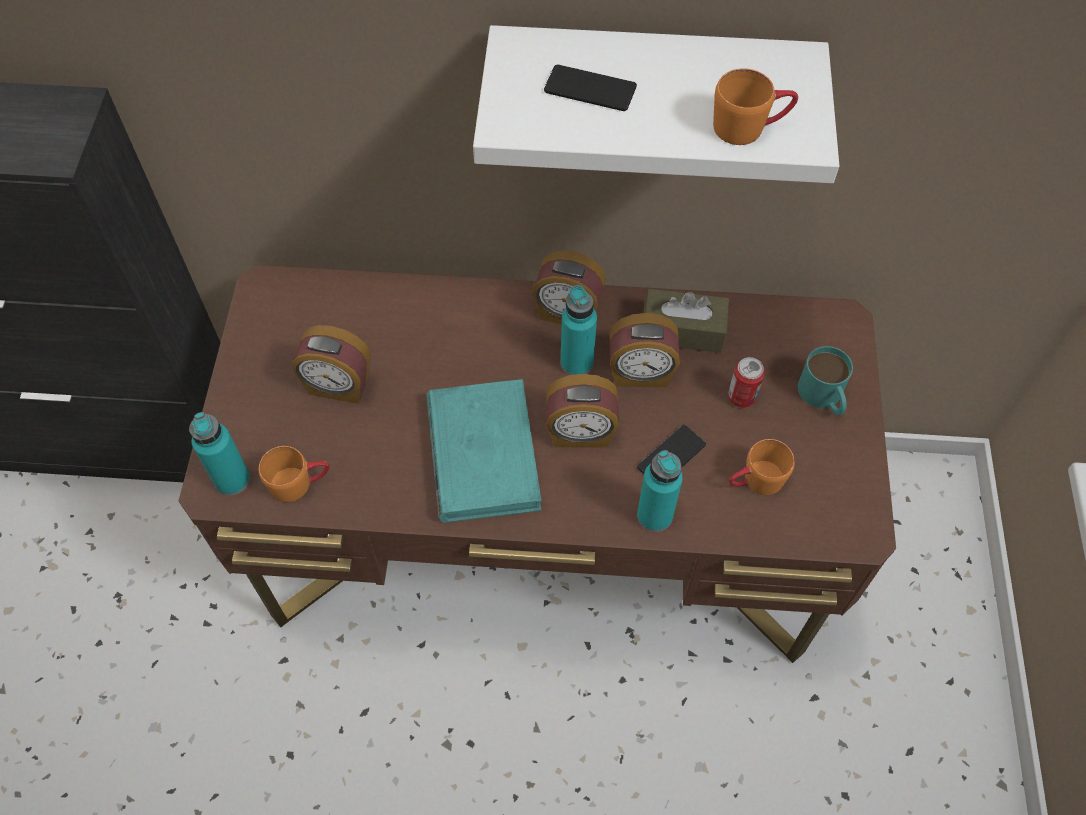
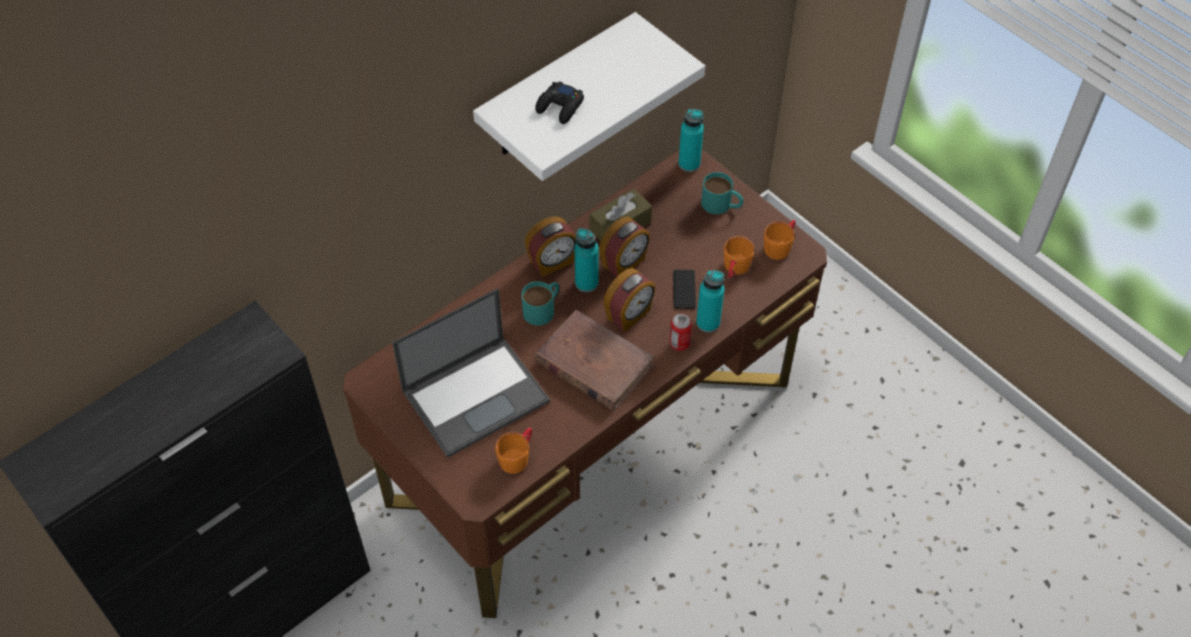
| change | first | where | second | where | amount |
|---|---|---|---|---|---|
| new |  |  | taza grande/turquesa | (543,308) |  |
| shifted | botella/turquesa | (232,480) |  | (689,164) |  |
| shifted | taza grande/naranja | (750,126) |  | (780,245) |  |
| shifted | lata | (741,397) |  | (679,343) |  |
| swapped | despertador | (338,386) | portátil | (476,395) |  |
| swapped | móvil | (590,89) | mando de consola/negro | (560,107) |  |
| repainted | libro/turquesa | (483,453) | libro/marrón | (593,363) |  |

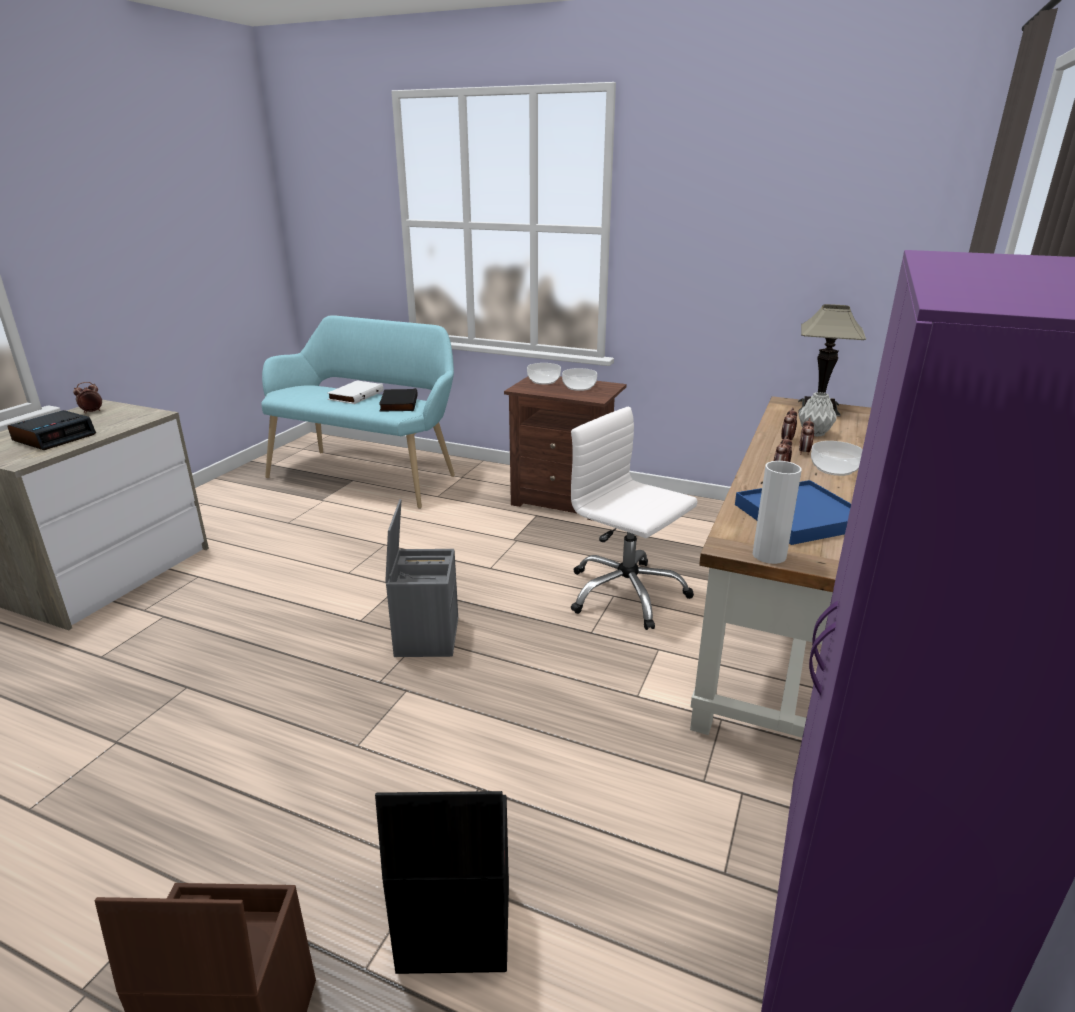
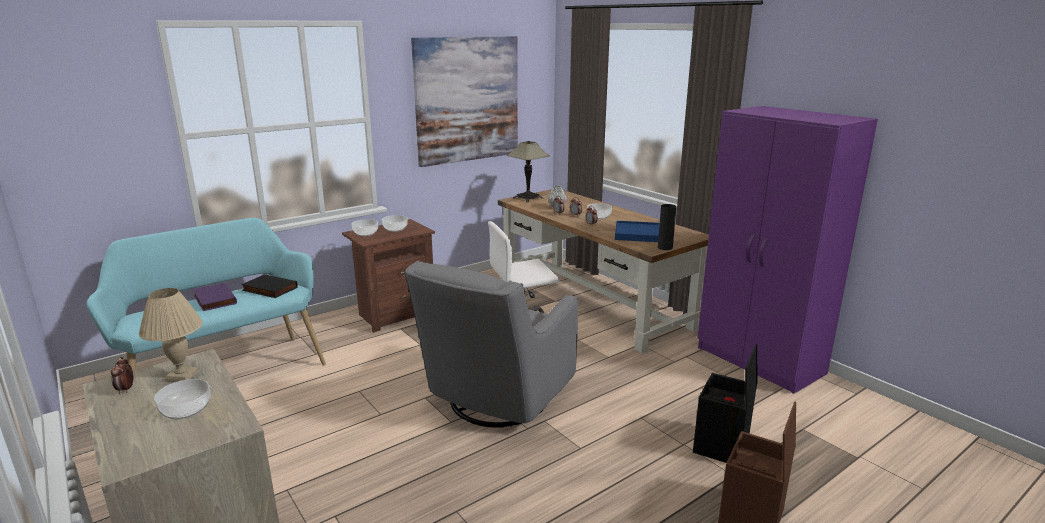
| change | first | where | second | where | amount |
|---|---|---|---|---|---|
| new |  |  | lámpara de mesa/beis | (182,376) |  |
| new |  |  | cuadro | (467,100) |  |
| swapped | despertador | (55,437) | cuenco | (185,409) |  |
| swapped | caja de almacenaje/gris | (426,635) | sillón/gris | (495,401) |  |
| repainted | libro/blanco | (355,395) | libro/morado | (213,300) |  |
| repainted | florero/blanco | (769,555) | florero/negro | (665,247) |  |

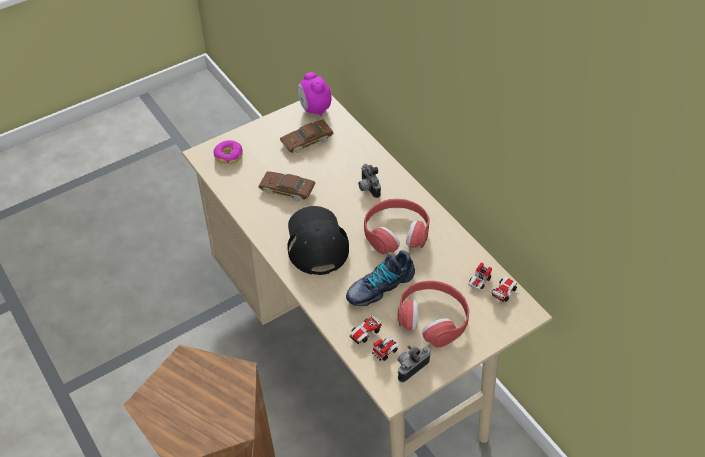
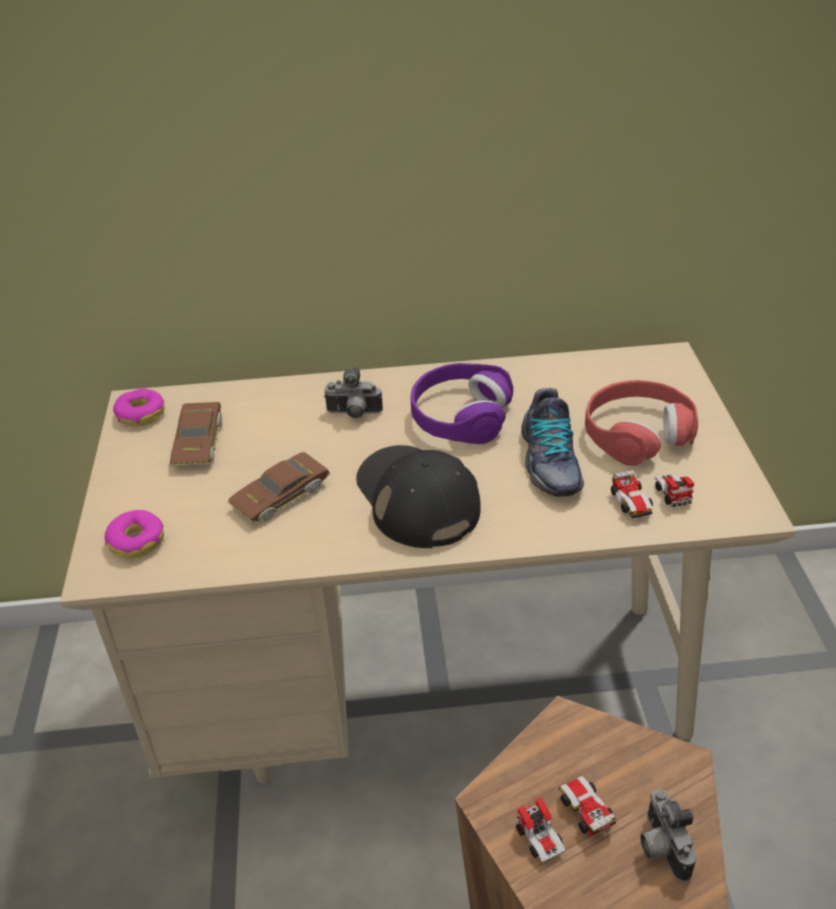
| change | first | where | second | where | amount |
|---|---|---|---|---|---|
| shifted | cámara | (410,367) |  | (660,847) |  |
| shifted | coche de juguete | (492,287) |  | (563,824) |  |
| swapped | despertador | (314,109) | rosquilla | (141,414) |  |
| repainted | auriculares/rojo | (396,232) | auriculares/morado | (460,415) |  |
| rotated | gorra/negro | (316,241) |  | (416,498) | 45 degrees clockwise |

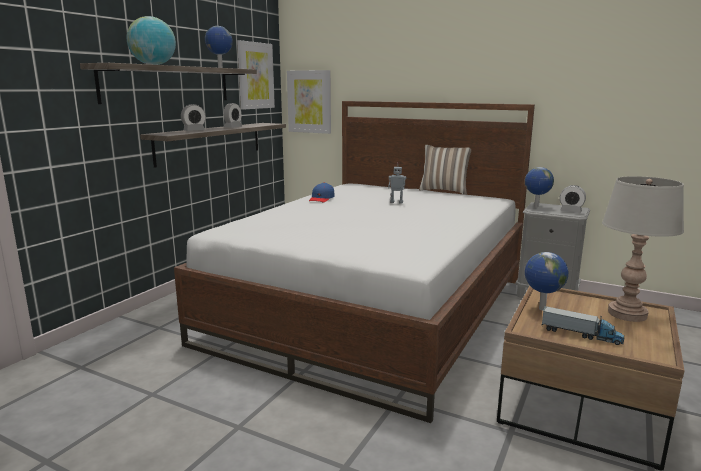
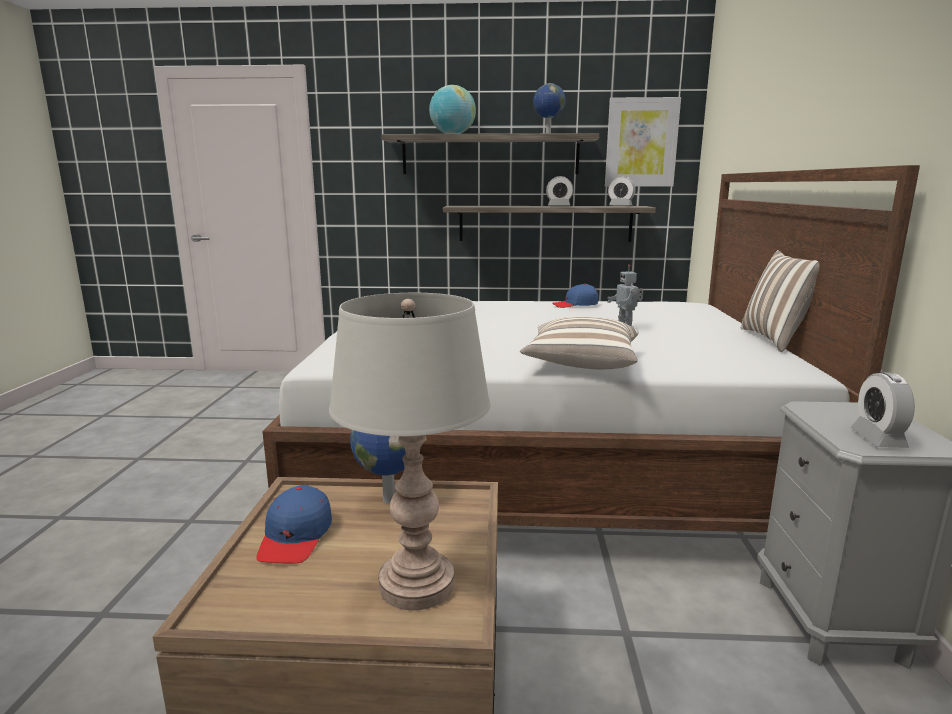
| change | first | where | second | where | amount |
|---|---|---|---|---|---|
| gone | cuadro | (309,101) |  |  |  |
| gone | globo terráqueo | (536,207) |  |  |  |
| new |  |  | cojín | (581,363) |  |
| shifted | despertador | (194,131) |  | (620,206) |  |
| swapped | camión de juguete | (581,334) | gorra/azul | (296,537) |  |

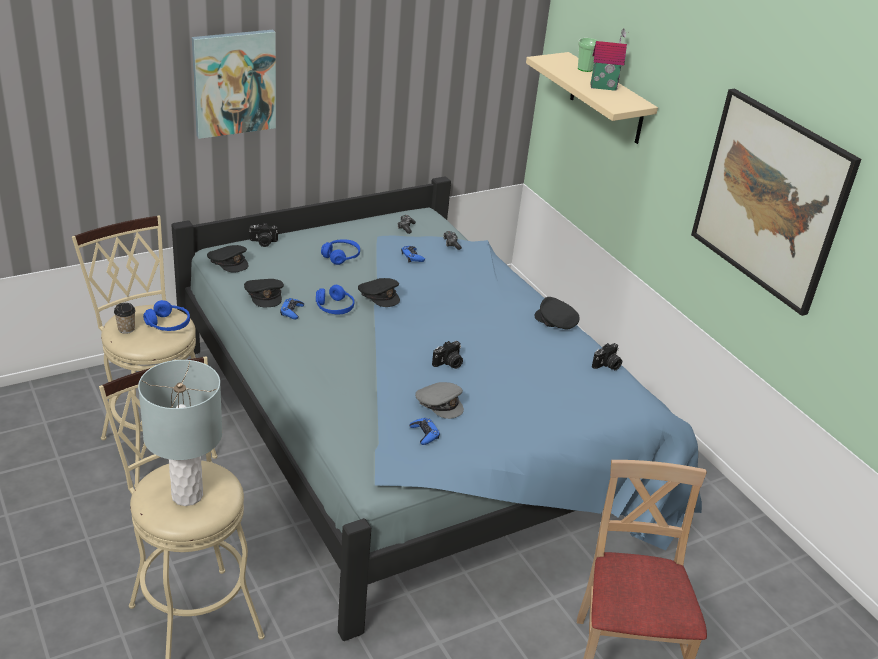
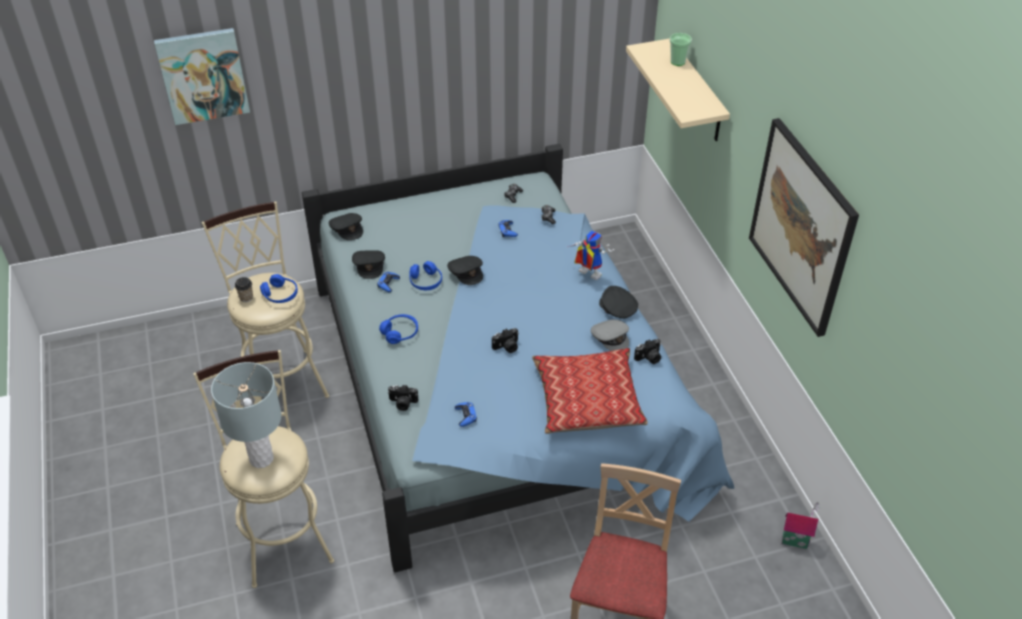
| change | first | where | second | where | amount |
|---|---|---|---|---|---|
| new |  |  | cojín | (588,399) |  |
| new |  |  | robot de juguete | (586,274) |  |
| shifted | cuadro | (234,83) |  | (203,75) |  |
| shifted | cámara | (263,242) |  | (402,403) |  |
| shifted | auriculares/azul | (341,256) |  | (400,333) |  |
| shifted | gorra/gris | (440,403) |  | (610,337) |  |
| shifted | casita | (603,86) |  | (795,540) |  |

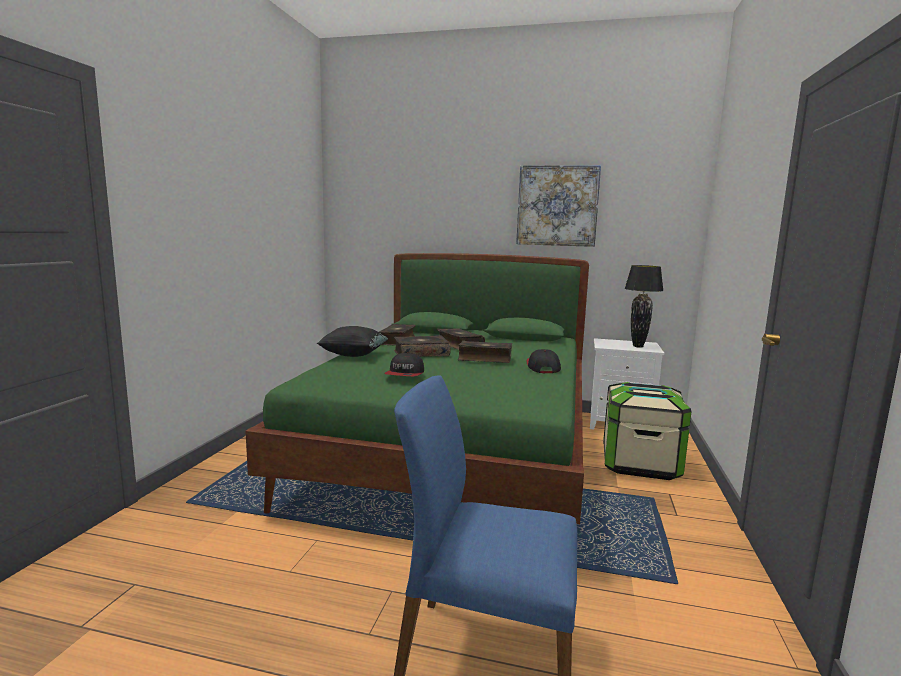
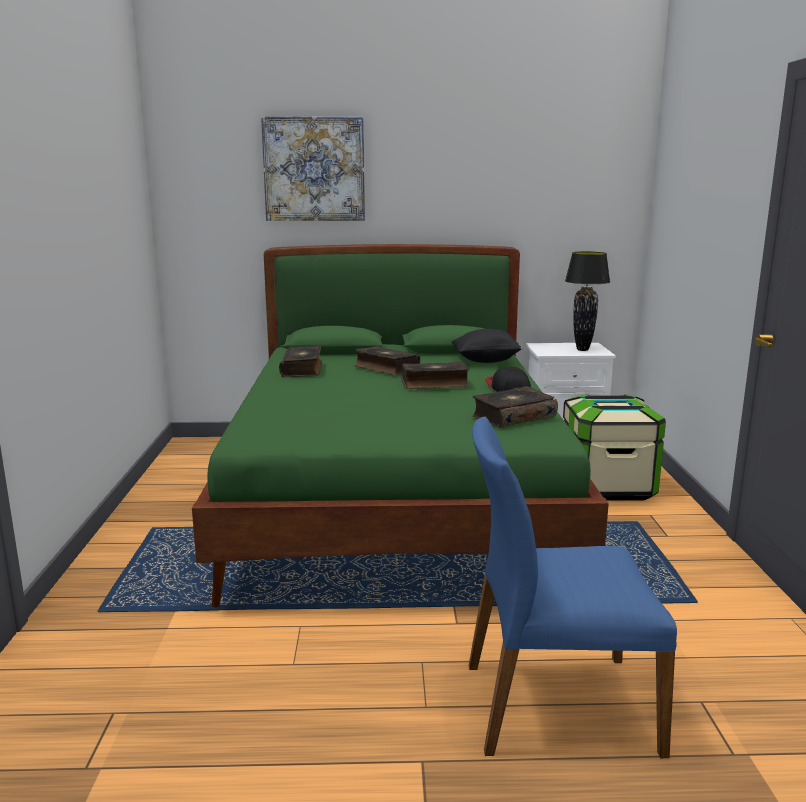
| change | first | where | second | where | amount |
|---|---|---|---|---|---|
| gone | gorra | (405,374) |  |  |  |
| shifted | cojín/negro | (353,355) |  | (486,361) |  |
| shifted | libro | (421,353) |  | (512,417) |  |
| shifted | cuadro | (557,206) |  | (314,169) |  |

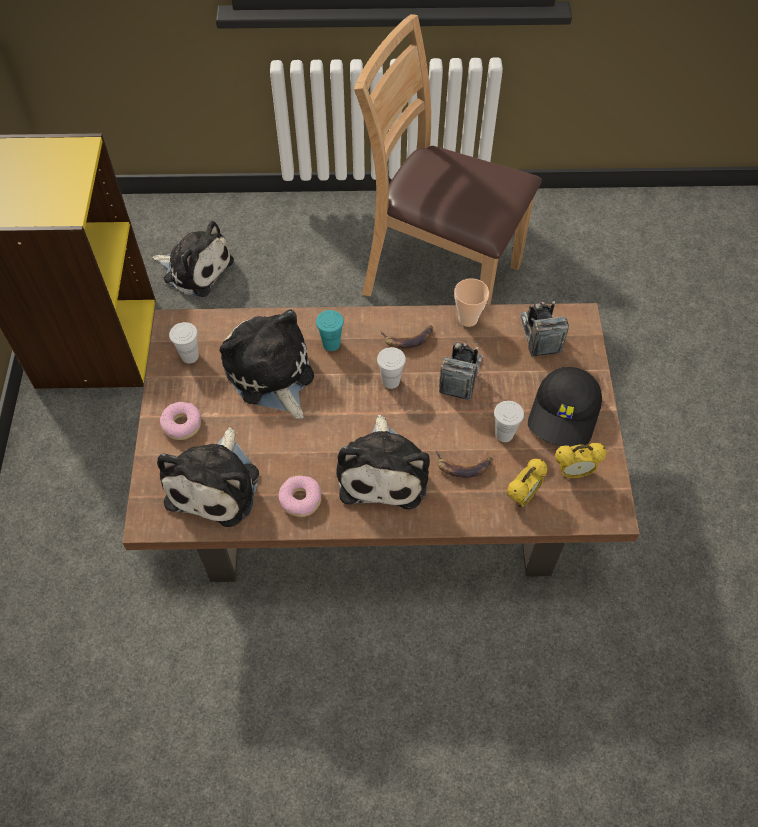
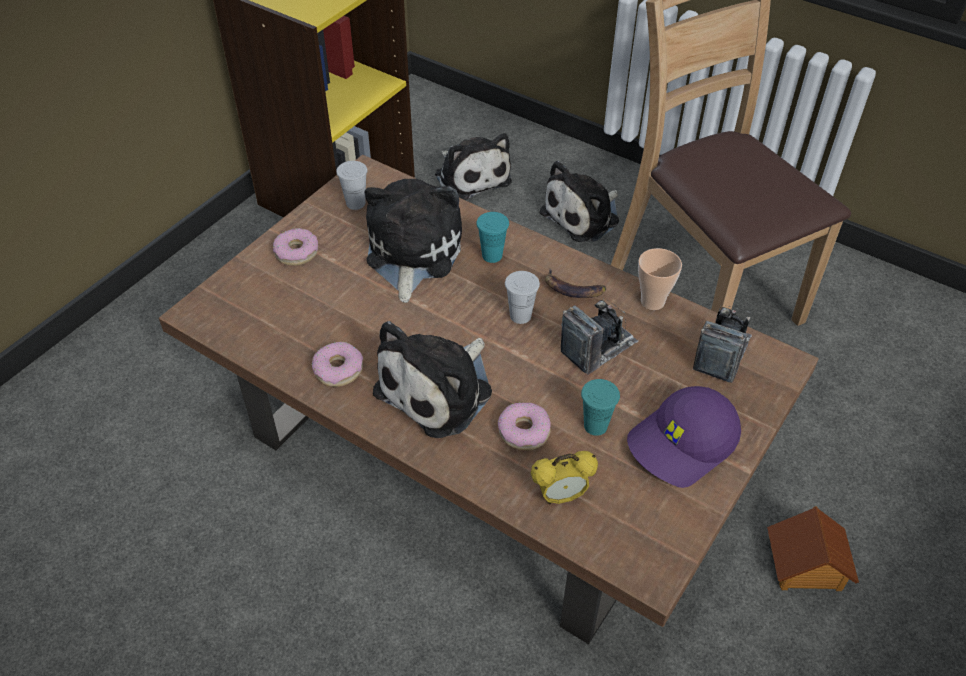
| change | first | where | second | where | amount |
|---|---|---|---|---|---|
| gone | despertador | (573,472) |  |  |  |
| new |  |  | casita | (806,565) |  |
| shifted | peluche | (216,483) |  | (584,216) |  |
| swapped | plátano | (463,466) | rosquilla | (524,431) |  |
| repainted | taza/blanco | (504,434) | taza/turquesa | (595,426) |  |
| repainted | gorra/negro | (565,414) | gorra/morado | (682,445) |  |

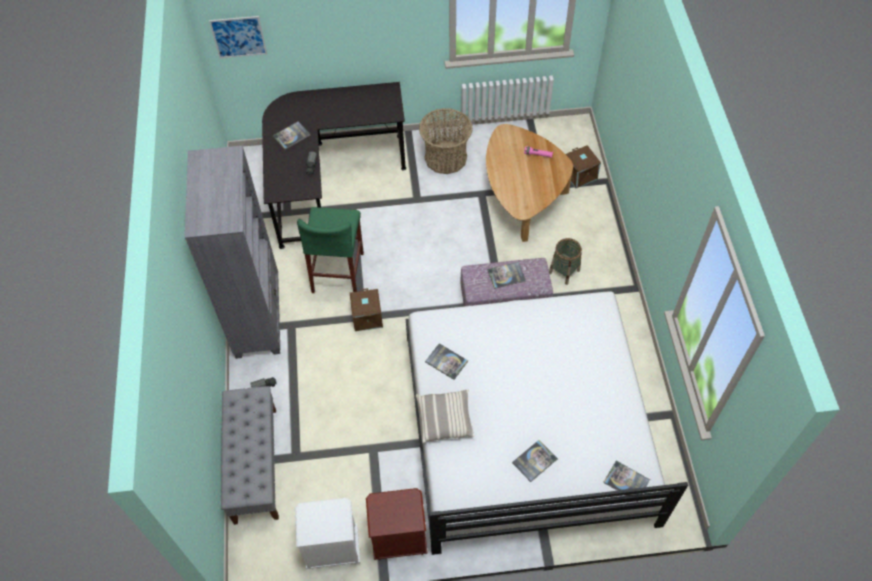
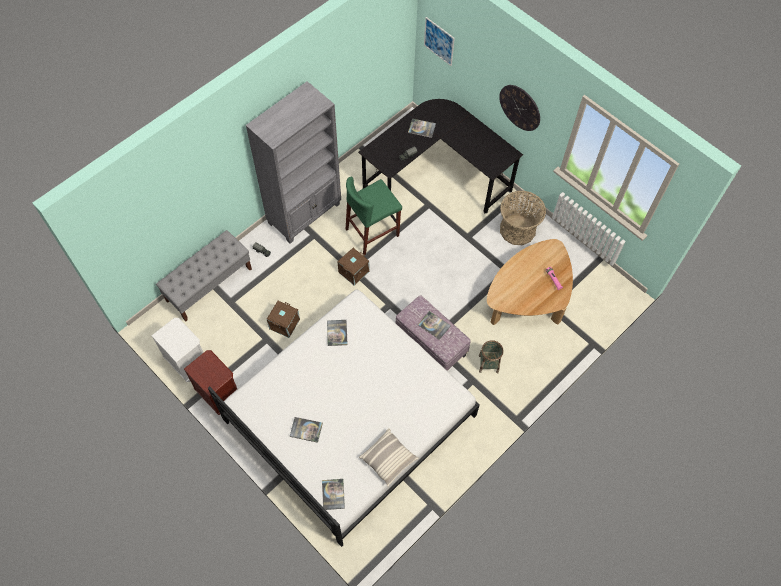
| change | first | where | second | where | amount |
|---|---|---|---|---|---|
| new |  |  | reloj de pared | (520,107) |  |
| shifted | cojín | (445,419) |  | (388,459) |  |
| shifted | caja de almacenaje/marrón | (580,175) |  | (285,324) |  |

